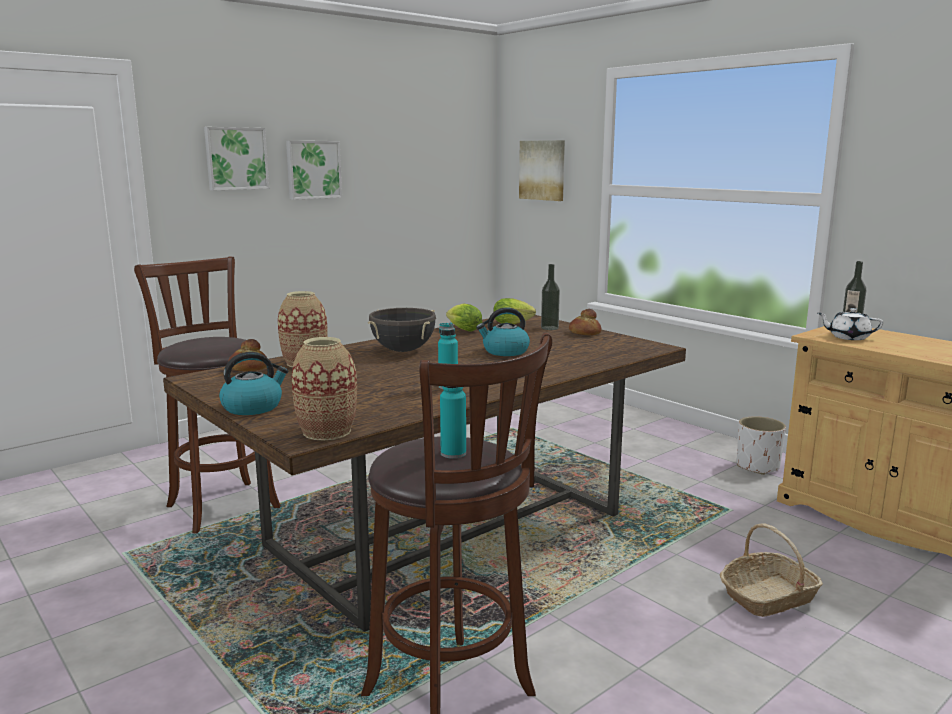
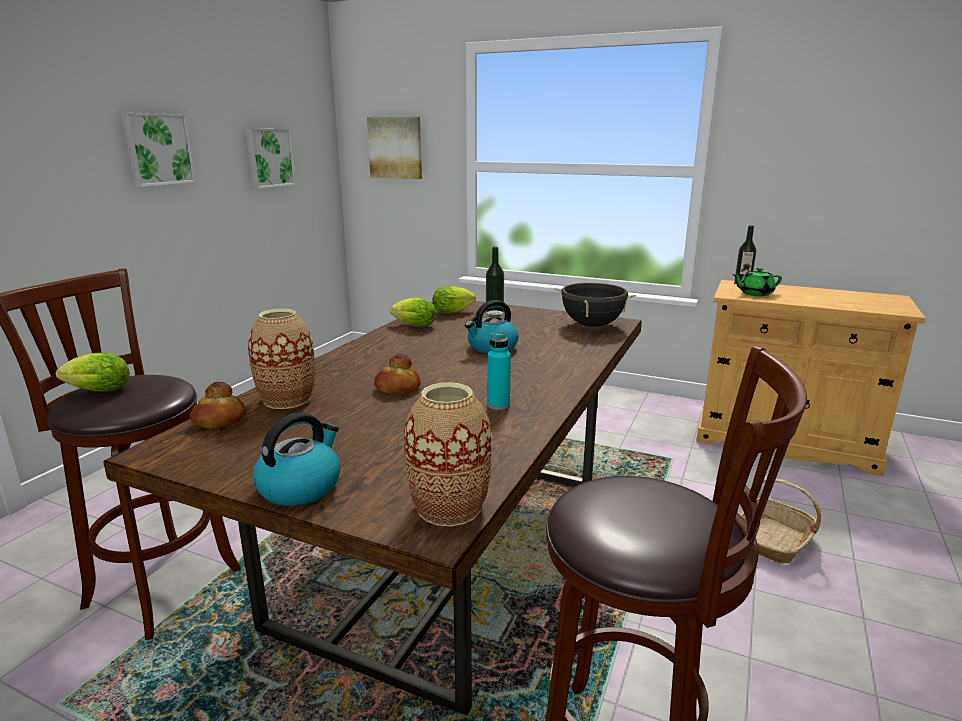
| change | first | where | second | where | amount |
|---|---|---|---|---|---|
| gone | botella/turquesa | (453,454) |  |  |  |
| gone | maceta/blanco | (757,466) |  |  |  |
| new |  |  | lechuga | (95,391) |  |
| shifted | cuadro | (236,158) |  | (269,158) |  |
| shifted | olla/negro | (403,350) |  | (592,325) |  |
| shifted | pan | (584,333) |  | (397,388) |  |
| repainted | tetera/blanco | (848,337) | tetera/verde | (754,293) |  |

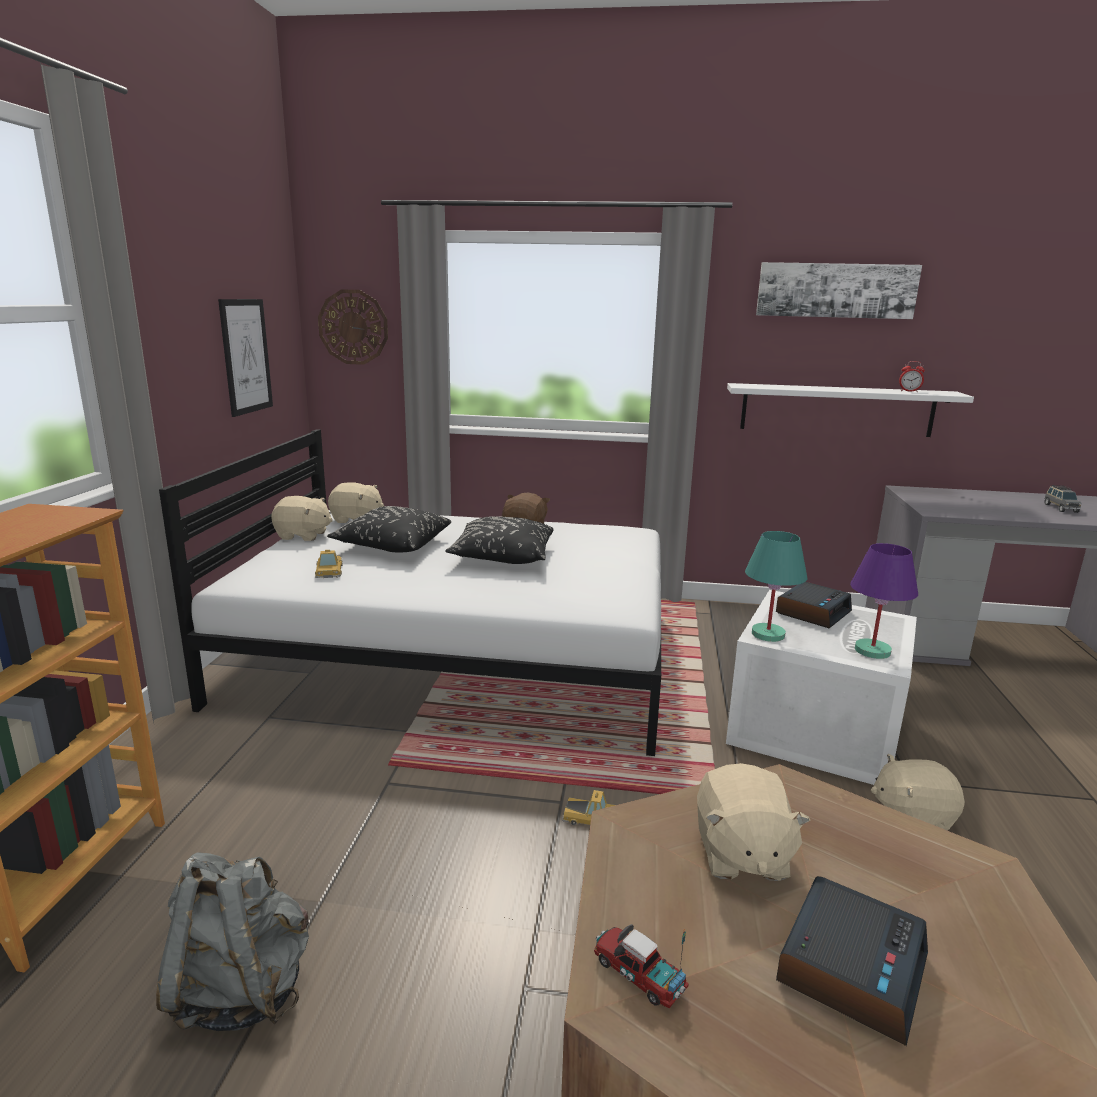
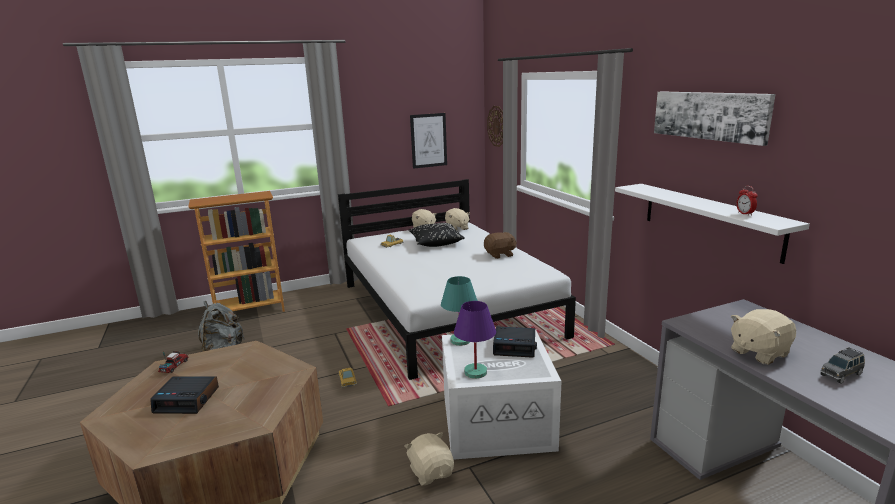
| change | first | where | second | where | amount |
|---|---|---|---|---|---|
| gone | cojín/negro | (502,557) |  |  |  |
| shifted | peluche/beis | (740,854) |  | (758,352) |  |

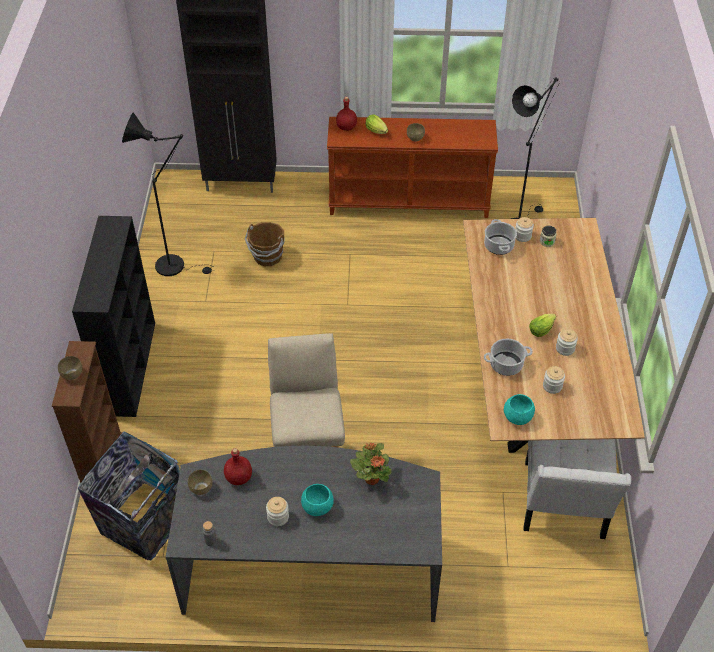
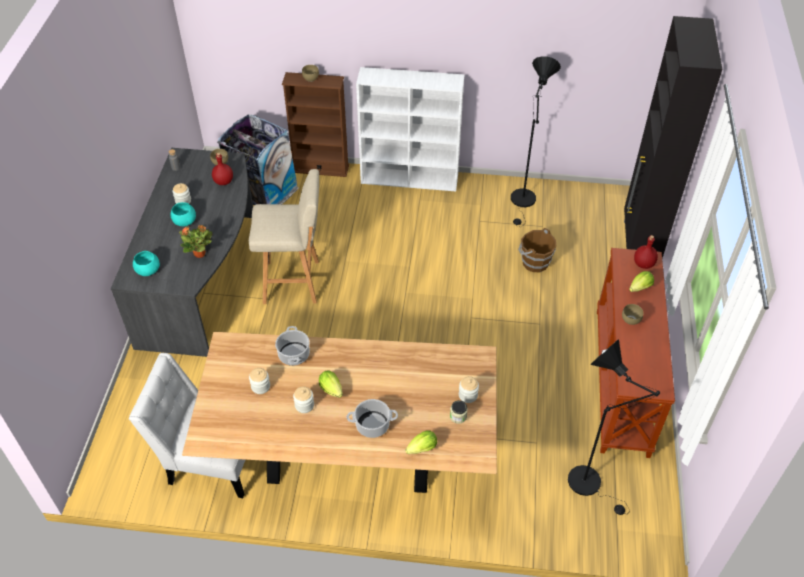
| change | first | where | second | where | amount |
|---|---|---|---|---|---|
| new |  |  | lechuga | (420,449) |  |
| shifted | olla | (498,245) |  | (373,425) |  |
| shifted | cuenco/turquesa | (517,417) |  | (148,271) |  |
| repainted | estantería/negro | (130,367) | estantería/blanco | (410,179) |  |

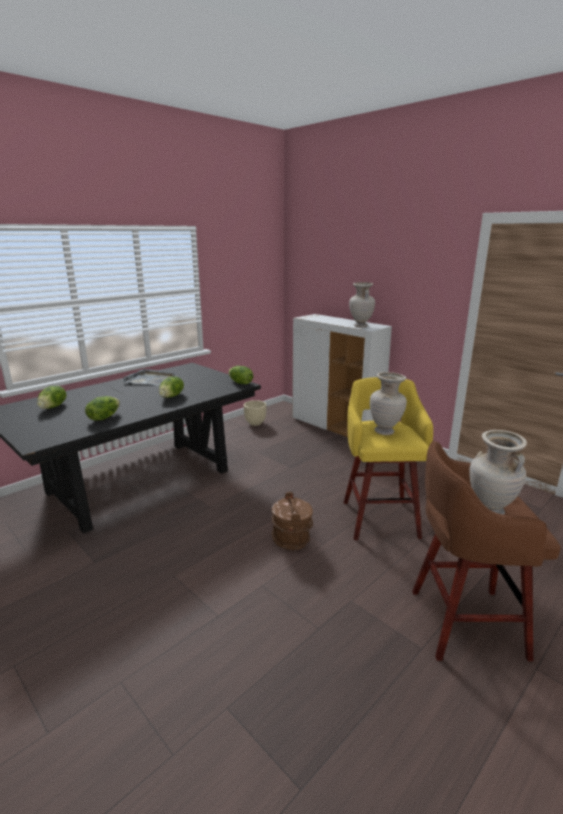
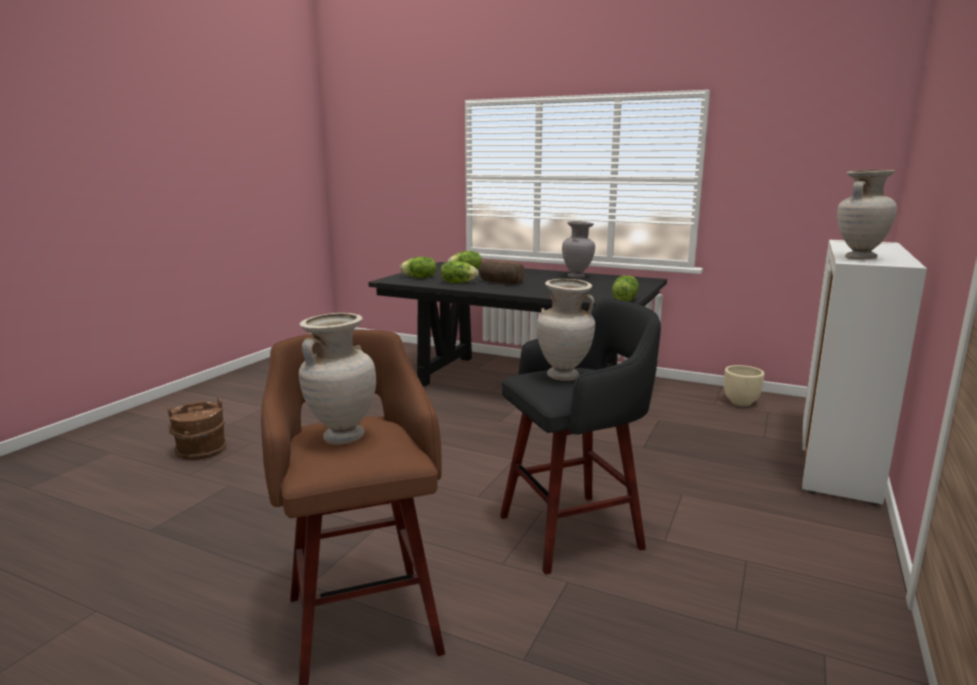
| change | first | where | second | where | amount |
|---|---|---|---|---|---|
| new |  |  | pan | (500,282) |  |
| shifted | lechuga | (172,396) |  | (420,277) |  |
| shifted | cubo/marrón | (291,539) |  | (201,451) |  |
| swapped | bandeja/gris | (150,379) | florero/gris | (577,277) |  |
| repainted | taburete/amarillo | (379,517) | taburete/negro | (574,531) |  |

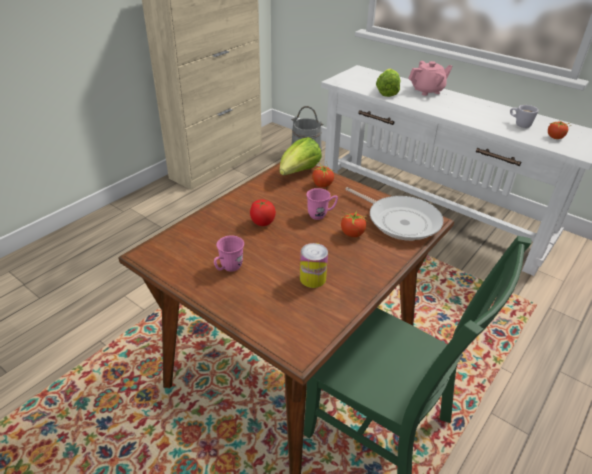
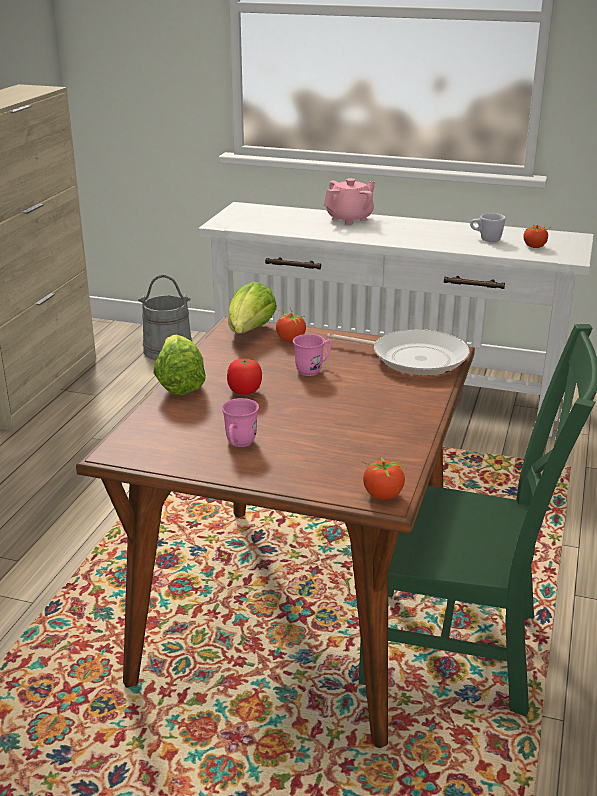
| change | first | where | second | where | amount |
|---|---|---|---|---|---|
| gone | lata | (312,278) |  |  |  |
| shifted | tomate | (352,234) |  | (382,495) |  |
| shifted | lechuga | (386,92) |  | (179,383) |  |

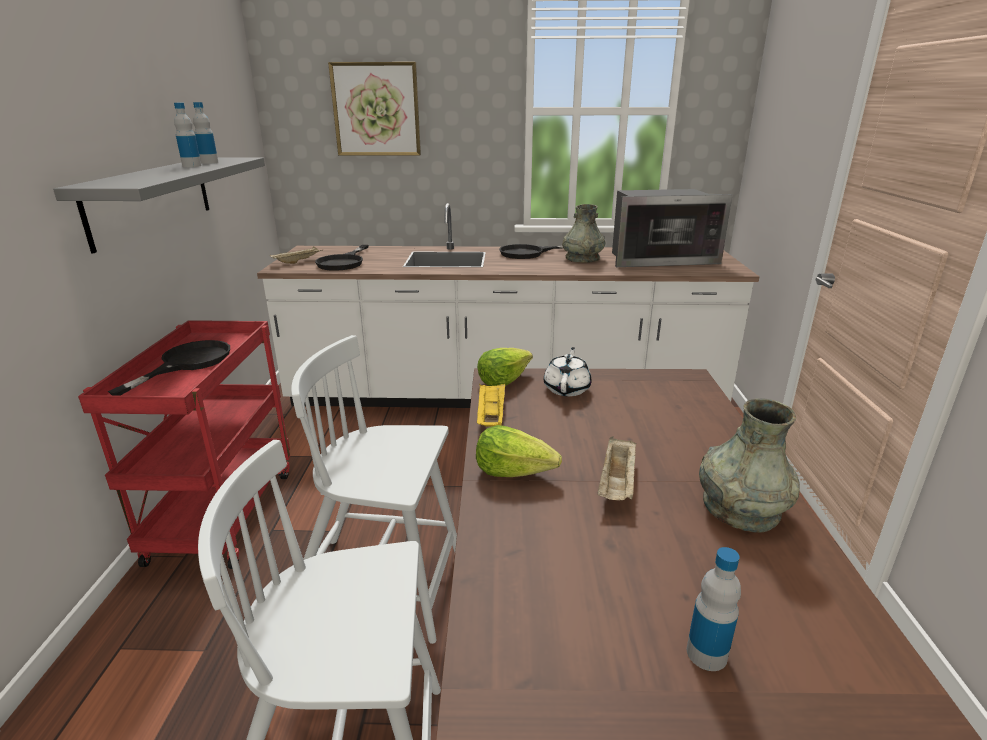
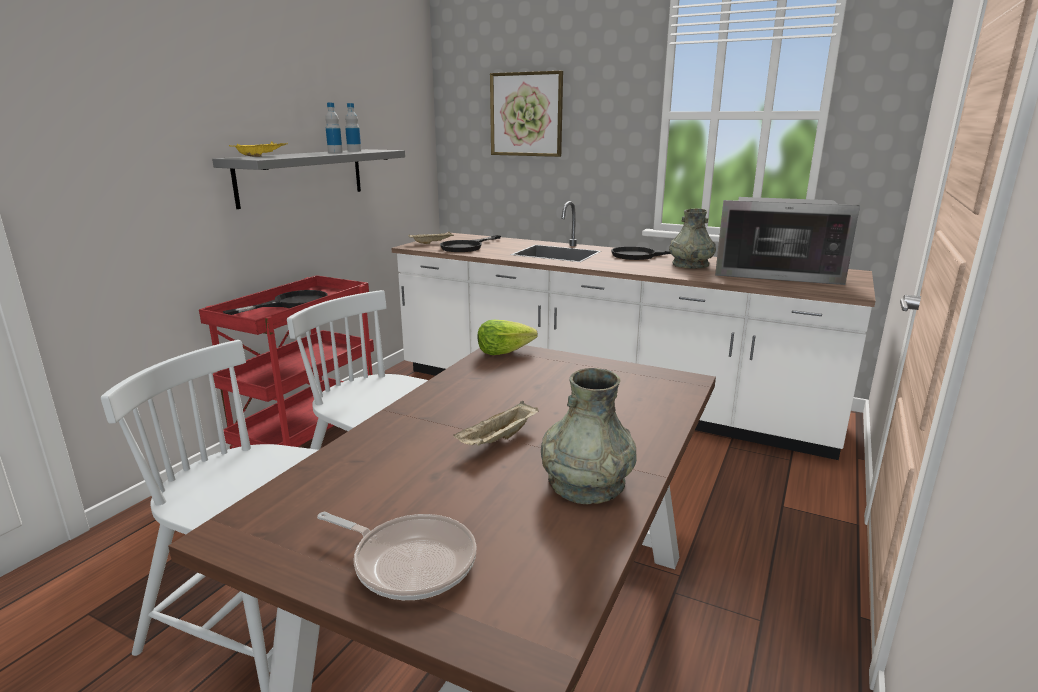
| change | first | where | second | where | amount |
|---|---|---|---|---|---|
| gone | lechuga | (514,471) |  |  |  |
| gone | tetera/blanco | (567,388) |  |  |  |
| shifted | bandeja/amarillo | (490,416) |  | (260,156) |  |
| swapped | botella | (706,654) | sartén | (409,561) |  |

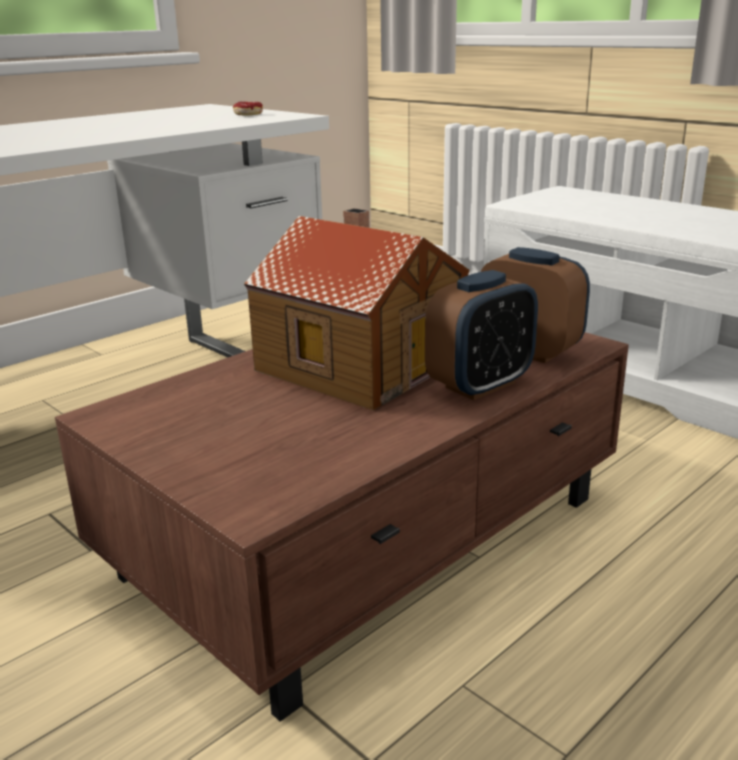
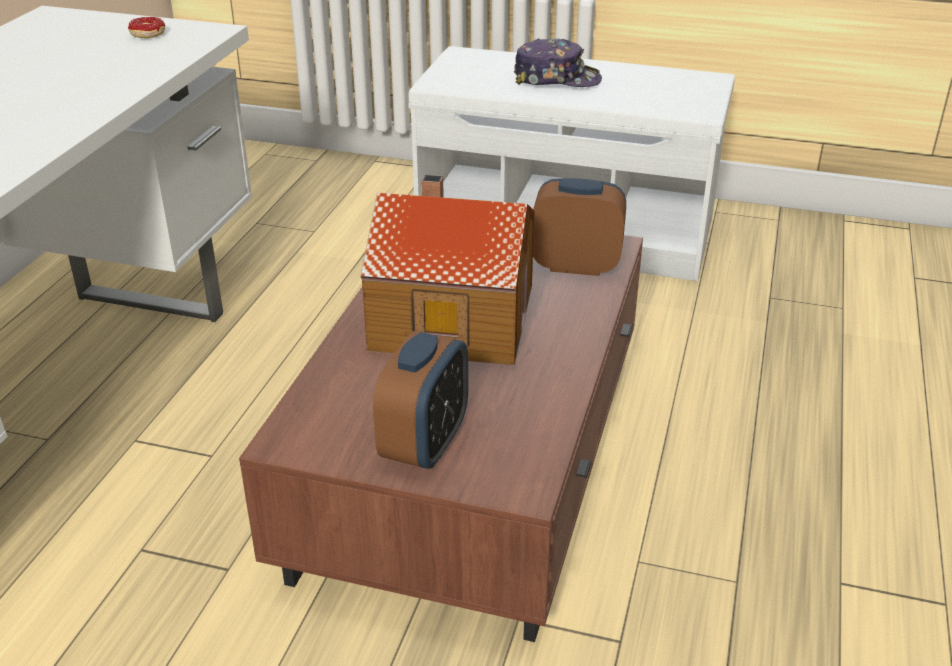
| change | first | where | second | where | amount |
|---|---|---|---|---|---|
| new |  |  | gorra | (556,79) |  |
| shifted | despertador | (480,385) |  | (425,444) |  |

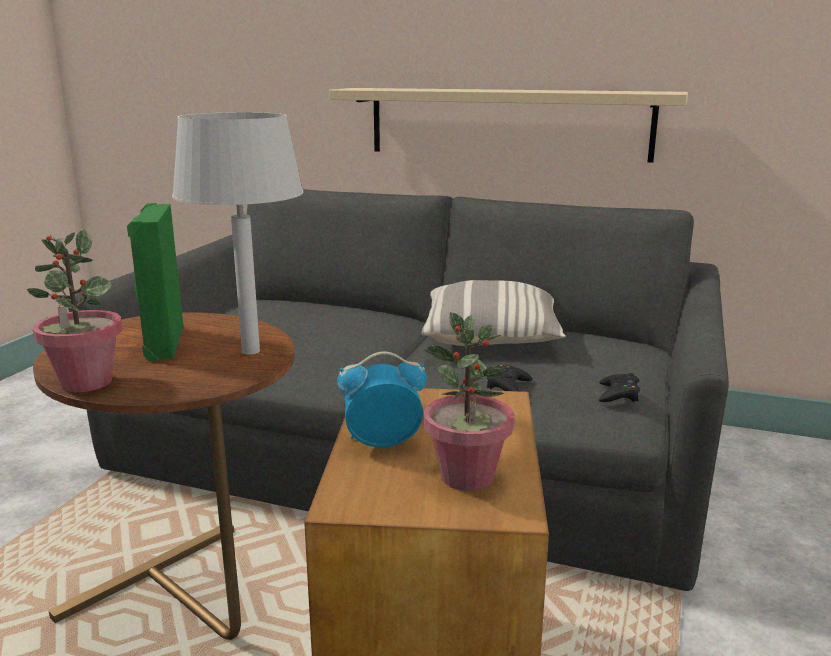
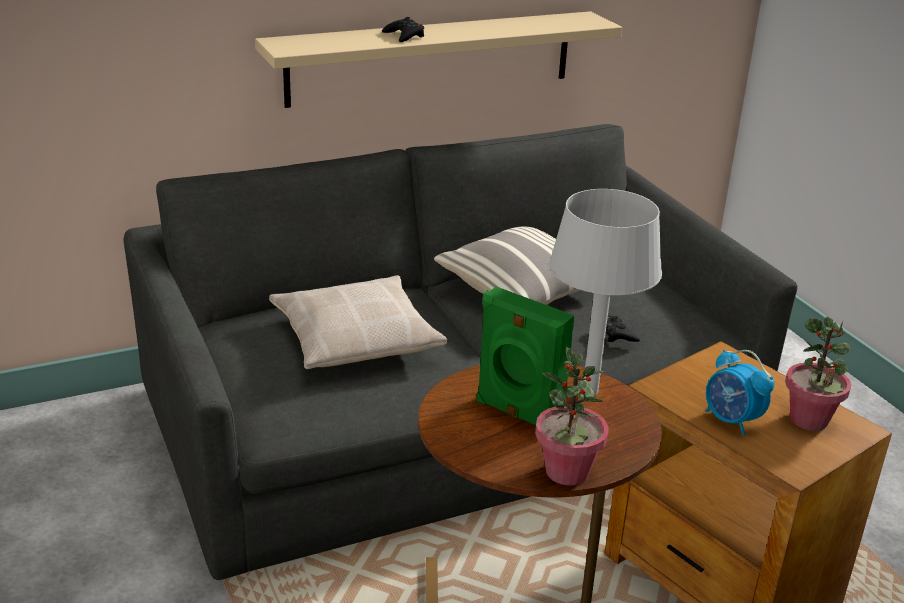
| change | first | where | second | where | amount |
|---|---|---|---|---|---|
| new |  |  | cojín/beis | (355,338) |  |
| shifted | mando de consola/negro | (618,394) |  | (404,35) |  |
| rotated | despertador | (382,442) |  | (731,421) | 75 degrees counterclockwise |

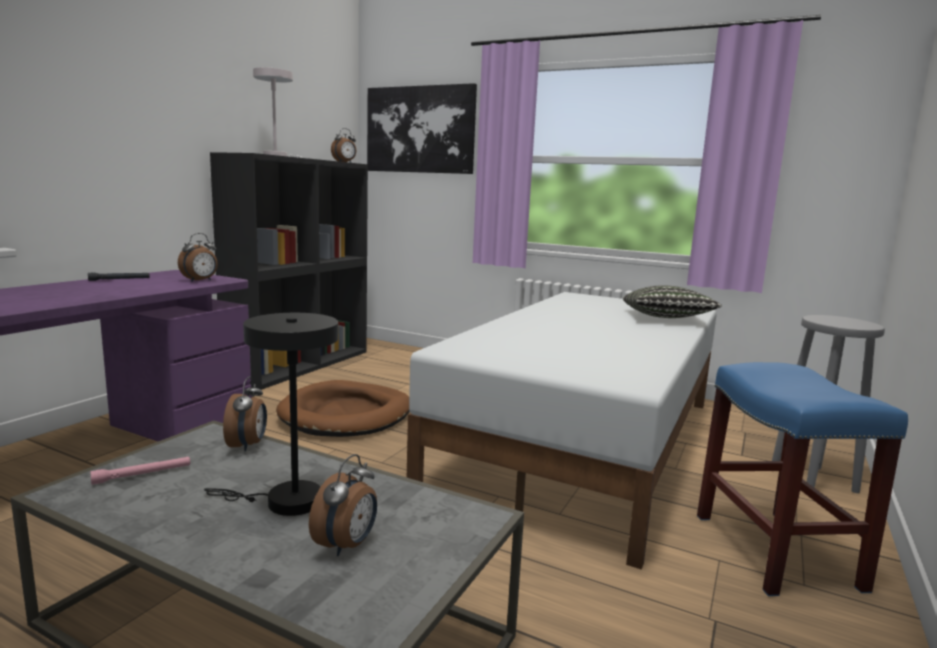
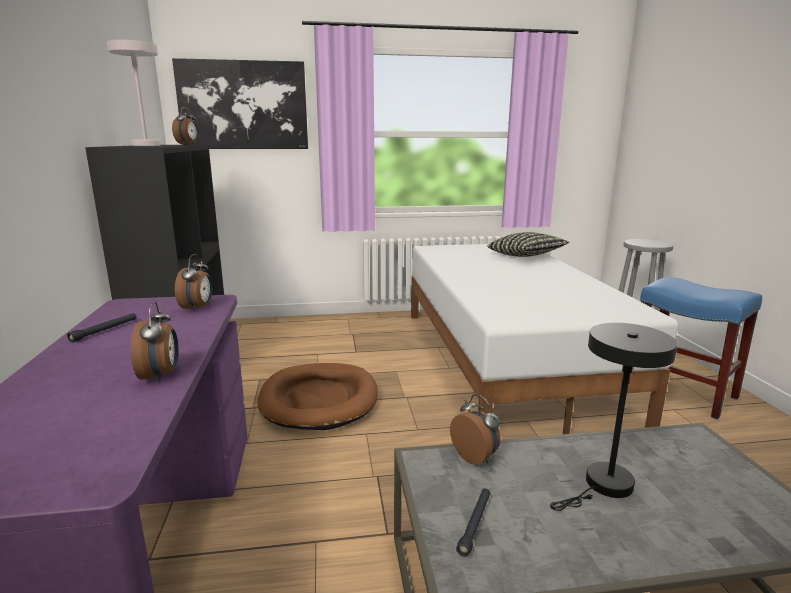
| change | first | where | second | where | amount |
|---|---|---|---|---|---|
| shifted | despertador | (347,545) |  | (161,375) |  |
| repainted | linterna/rosa | (142,475) | linterna/negro | (475,524) |  |

